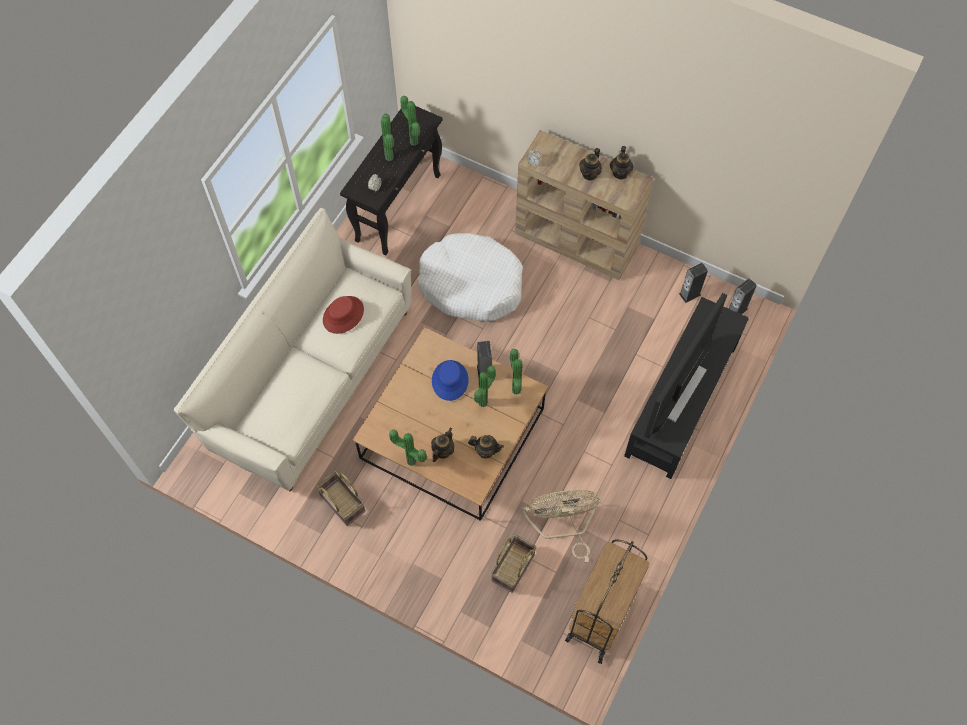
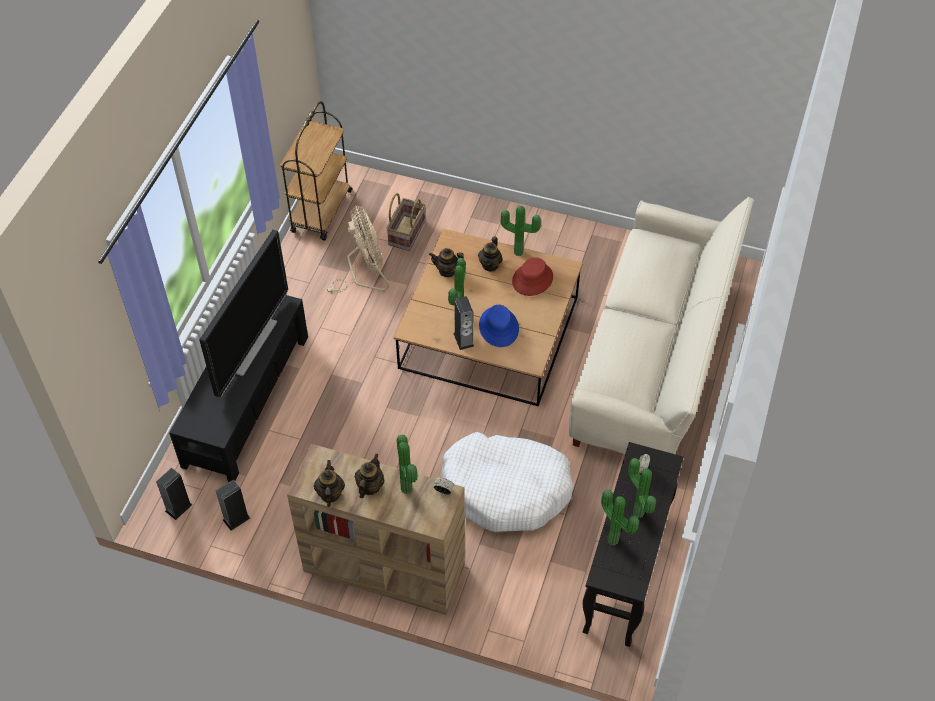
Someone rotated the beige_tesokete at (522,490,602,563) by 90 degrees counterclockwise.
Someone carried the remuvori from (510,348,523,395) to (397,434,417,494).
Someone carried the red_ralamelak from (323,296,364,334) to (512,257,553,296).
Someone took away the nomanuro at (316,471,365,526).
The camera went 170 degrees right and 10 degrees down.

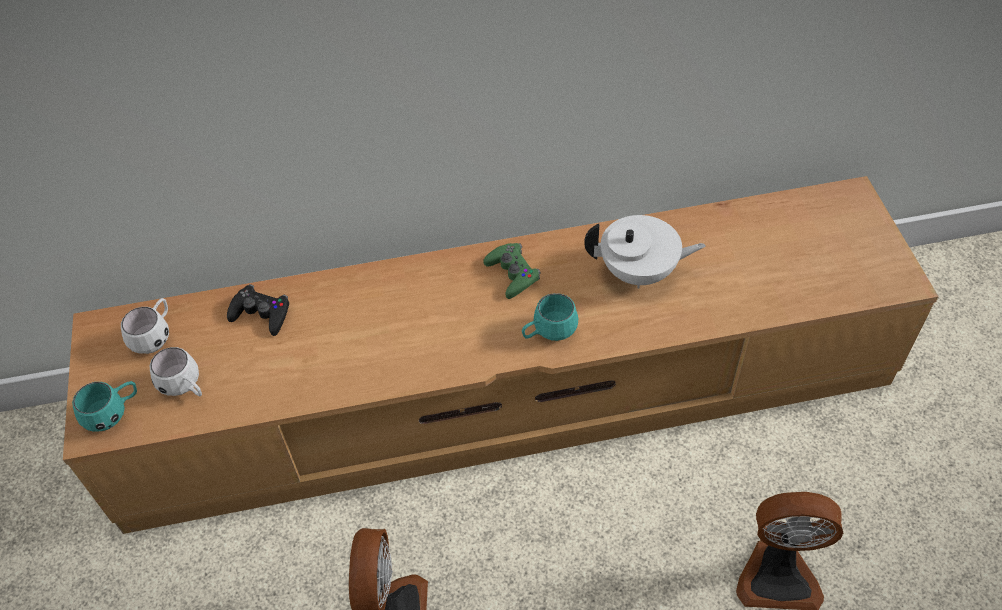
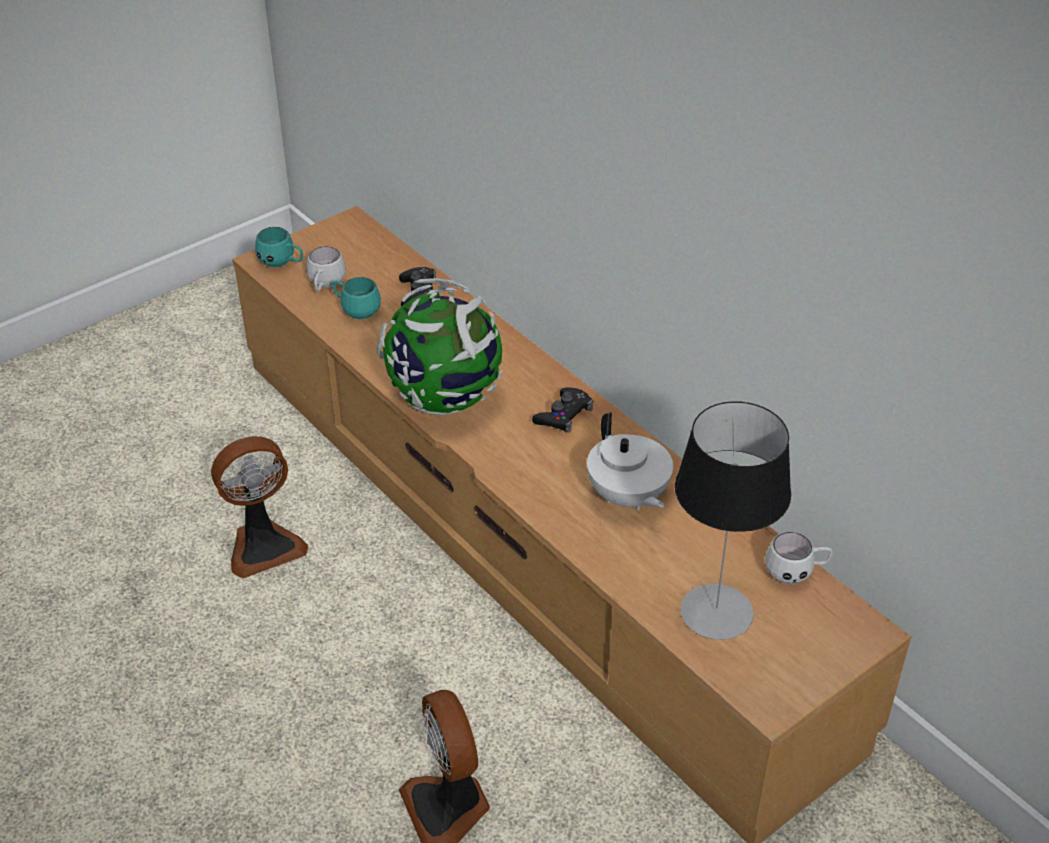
Someone carried the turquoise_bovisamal from (522,293,578,341) to (332,277,381,319).
Someone put down the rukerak at (377,278,503,415).
Someone repainted the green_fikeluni at (483,243,540,299), which became the black_fikeluni at (532,388,593,433).
Someone put down the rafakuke at (675,401,791,640).
Someone carried the white_bovisamal from (121,298,169,354) to (765,532,833,584).
The camera went 60 degrees right and 10 degrees down.

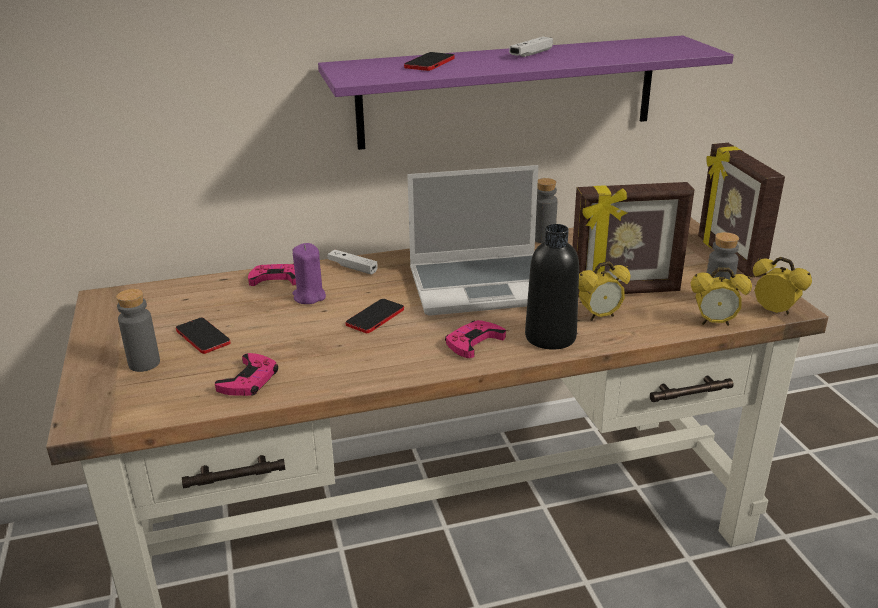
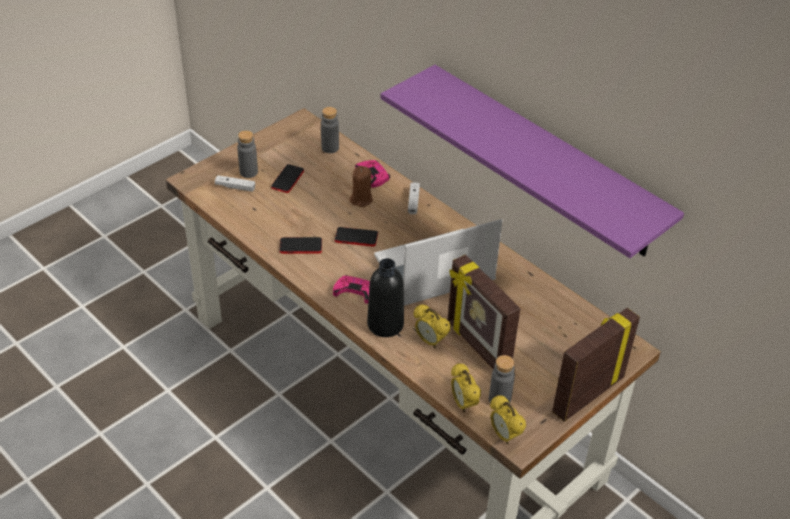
Someone carried the white_fikeluni from (509,37,553,57) to (215,175,255,192).
Someone carried the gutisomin from (404,52,455,71) to (279,237,322,254).
Someone carried the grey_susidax from (535,178,558,243) to (321,107,339,153).
Someone repainted the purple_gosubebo at (292,243,326,304), which became the brown_gosubebo at (349,166,373,207).
Someone rotated the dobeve at (407,165,538,316) by 105 degrees clockwise.
Someone rotated the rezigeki at (753,257,812,314) by 135 degrees clockwise.
Someone took away the pink_fikeluni at (215,353,278,396).
The camera went 60 degrees right and 15 degrees up.

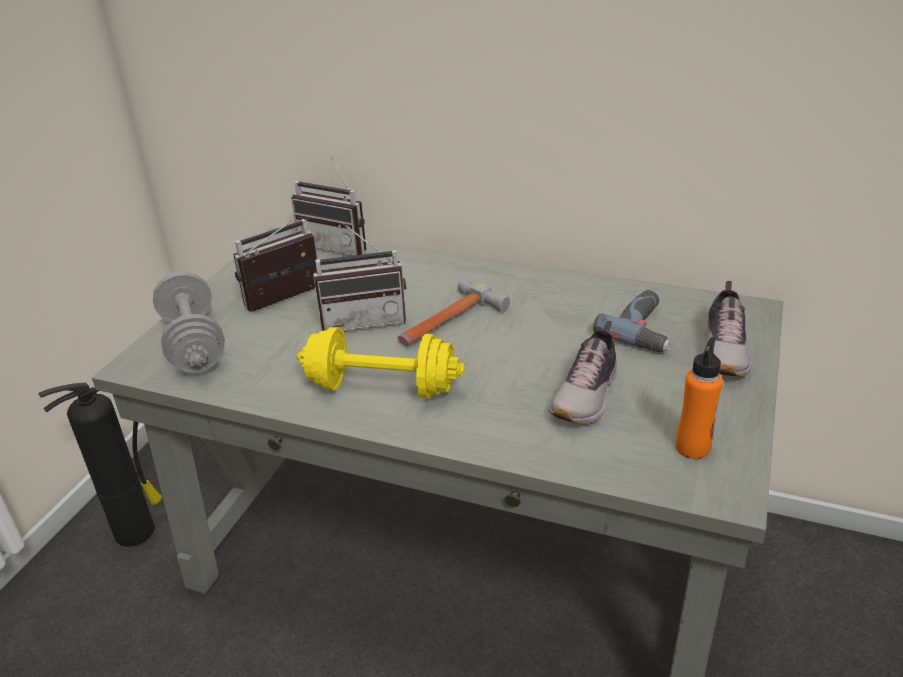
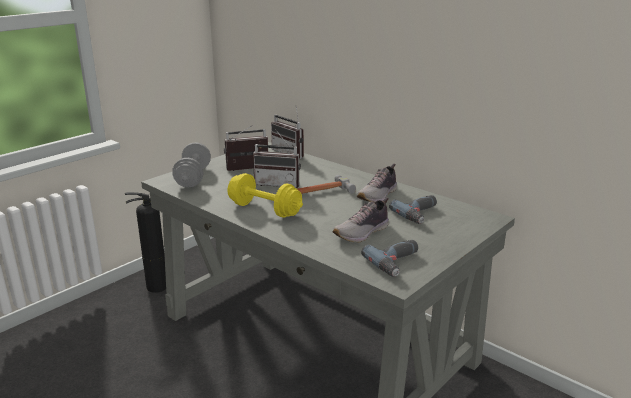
Someone carried the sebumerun from (704,281,752,377) to (357,164,397,203).
Someone swapped the orange_susidax at (676,337,723,459) for the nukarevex at (361,240,418,277).
The camera went 20 degrees right and 10 degrees down.

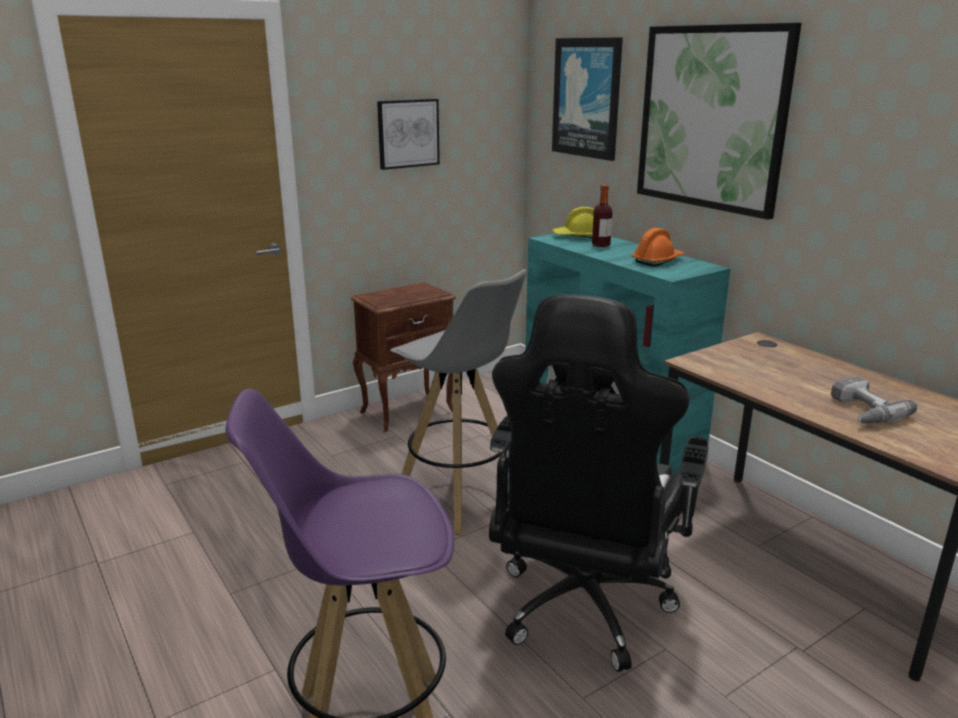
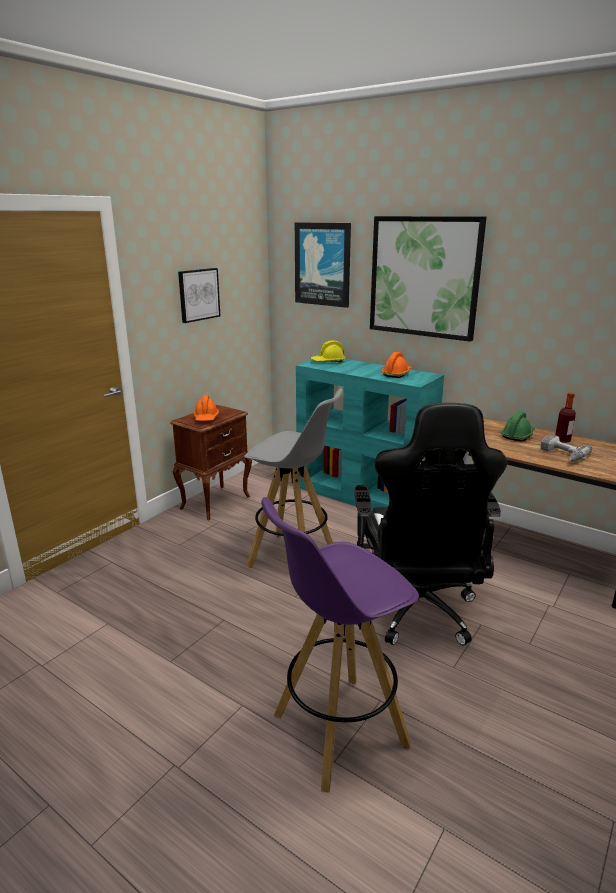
Someone put down the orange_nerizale at (194,395,219,421).
Someone put down the green_nerizale at (501,412,535,441).
Someone carried the susidax from (592,185,612,247) to (555,393,576,443).
The camera went 20 degrees left and 0 degrees up.

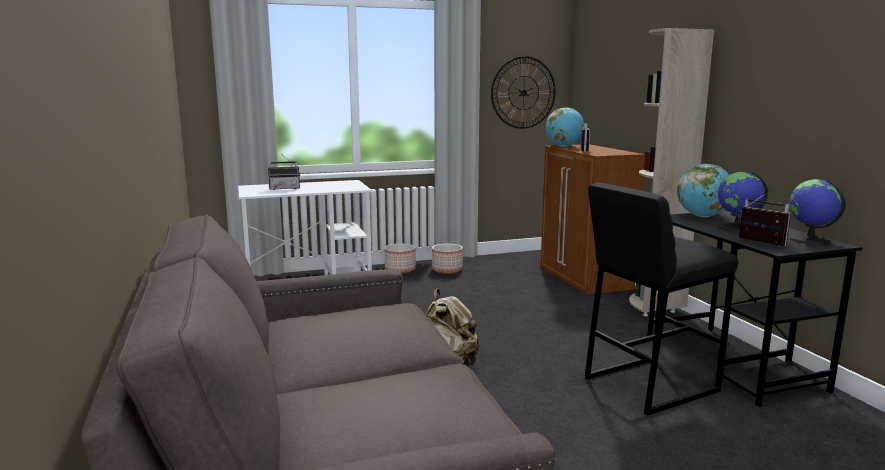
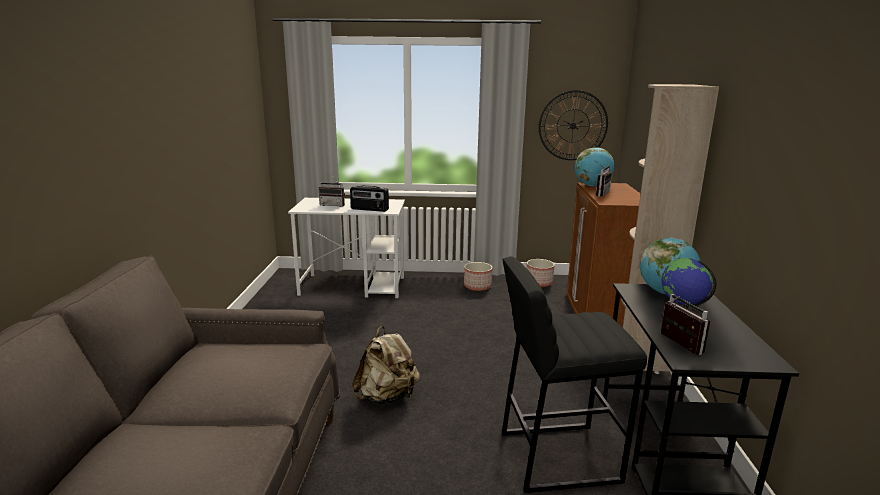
Someone put down the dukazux at (350,185,389,212).
Someone carried the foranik from (385,244,416,274) to (526,259,555,287).
Someone took away the rukerak at (790,179,846,245).
The camera went 20 degrees right and 5 degrees up.

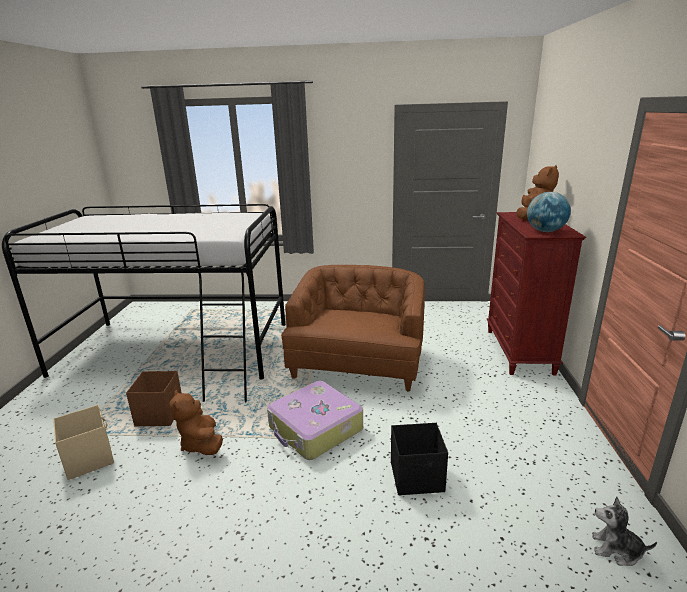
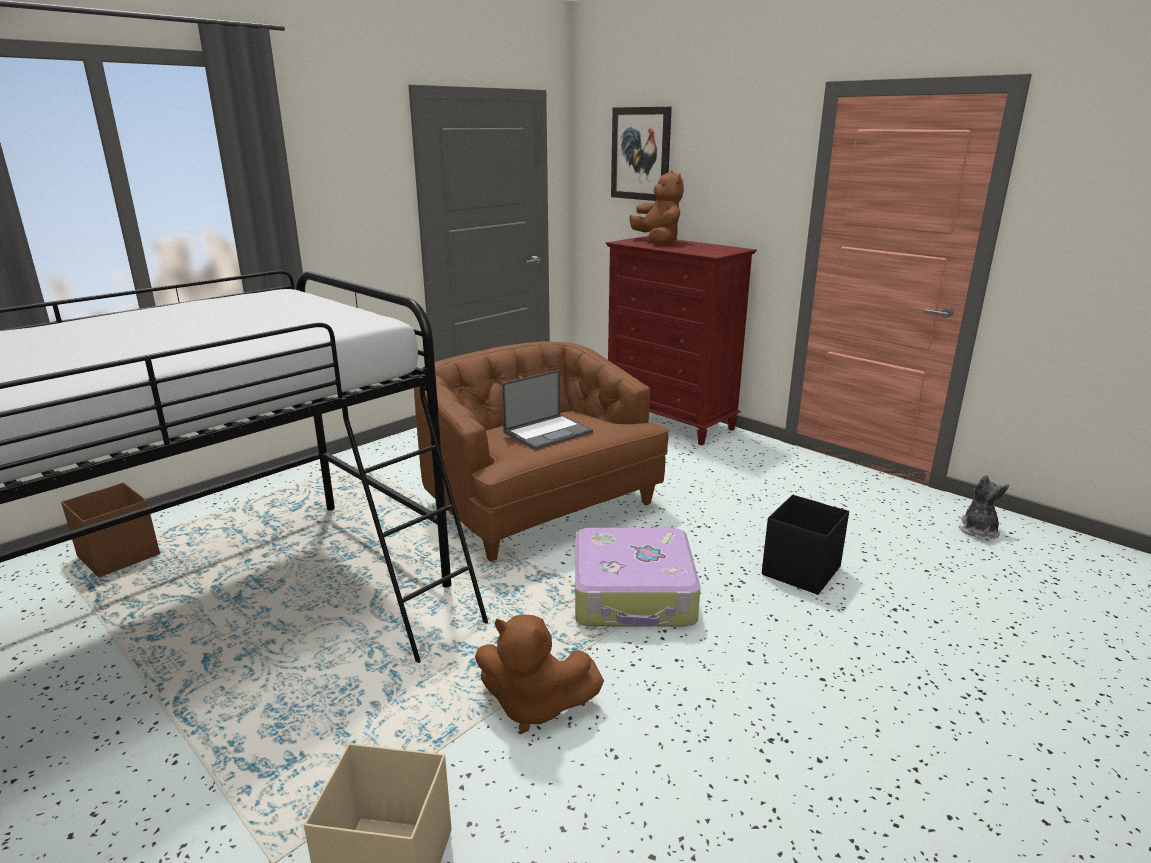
Someone carried the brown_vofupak from (126,371,182,426) to (61,482,160,578).
Someone put down the dobeve at (502,370,593,450).
Someone put up the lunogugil at (611,107,672,201).
Someone rotated the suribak at (592,497,657,566) by 135 degrees clockwise.
Someone took away the rukerak at (527,192,571,232).
The camera went 50 degrees left and 0 degrees up.

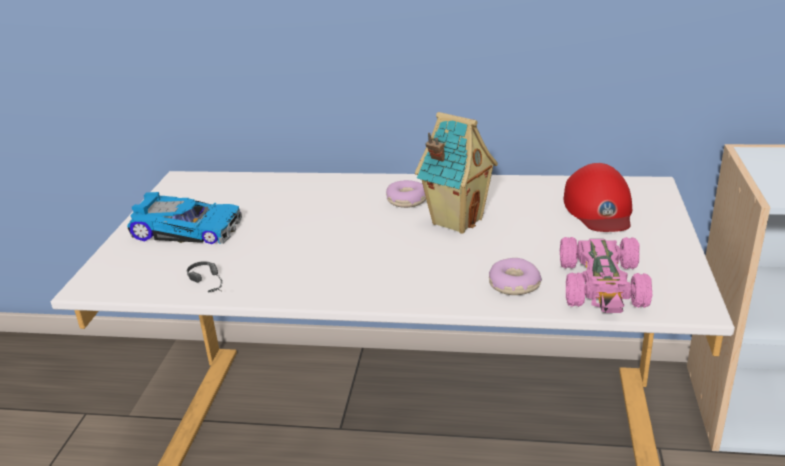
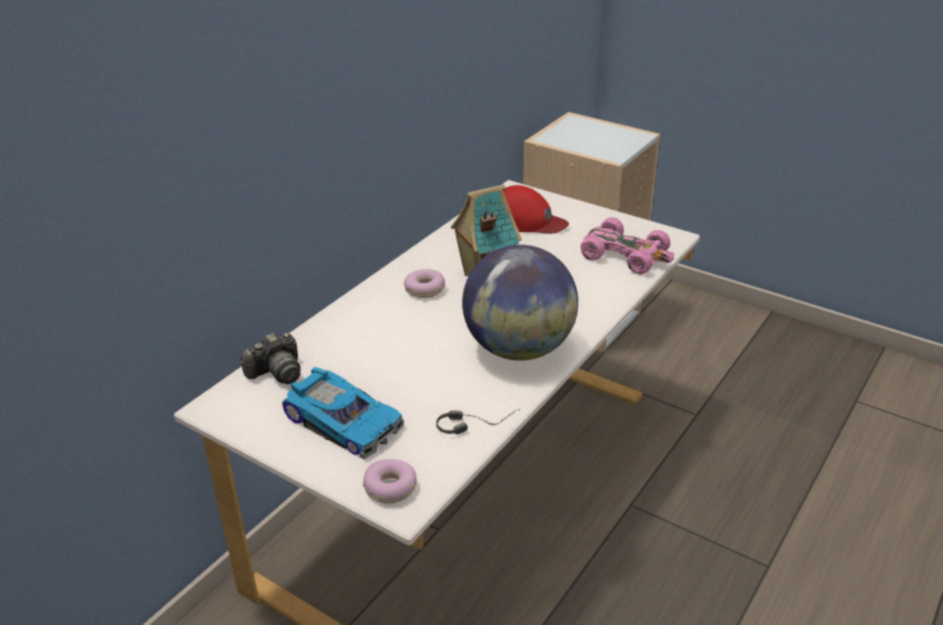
Someone put down the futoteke at (241,333,301,384).
Someone rotated the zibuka at (127,192,242,244) by 90 degrees clockwise.
Someone carried the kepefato from (489,258,542,295) to (363,459,417,503).
Someone put down the rukerak at (462,245,578,361).
The camera went 65 degrees left and 5 degrees up.

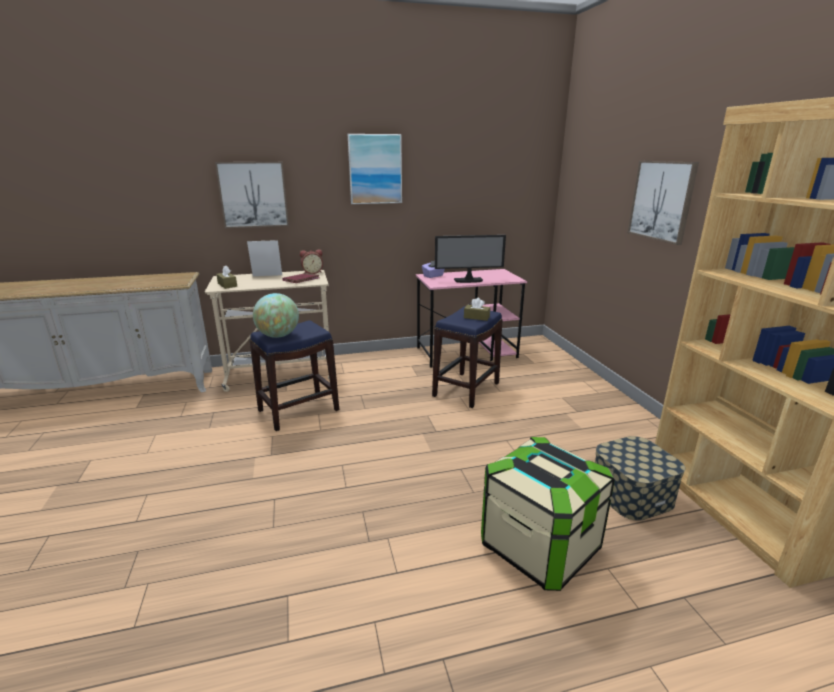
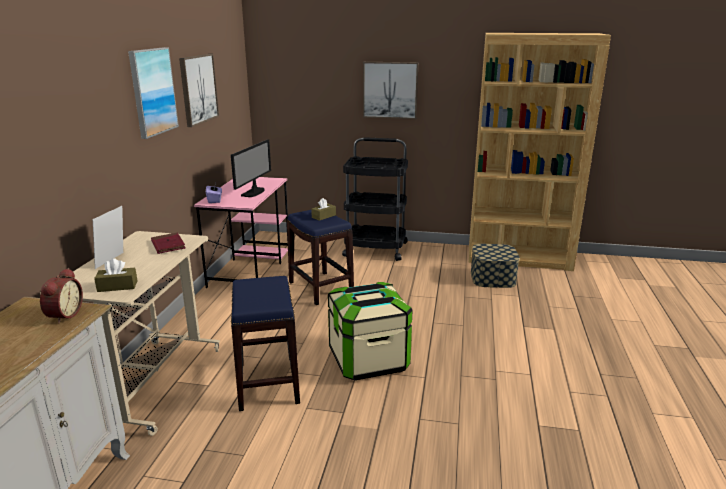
Someone carried the rezigeki from (300,249,323,274) to (40,268,83,324).
Someone carried the lunogugil from (215,162,289,228) to (179,54,219,127).
Someone carried the vofupak from (481,437,615,591) to (328,282,412,381).
Someone put down the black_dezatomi at (342,137,408,261).
Someone took away the rukerak at (253,293,299,338).
The camera went 65 degrees left and 0 degrees up.

